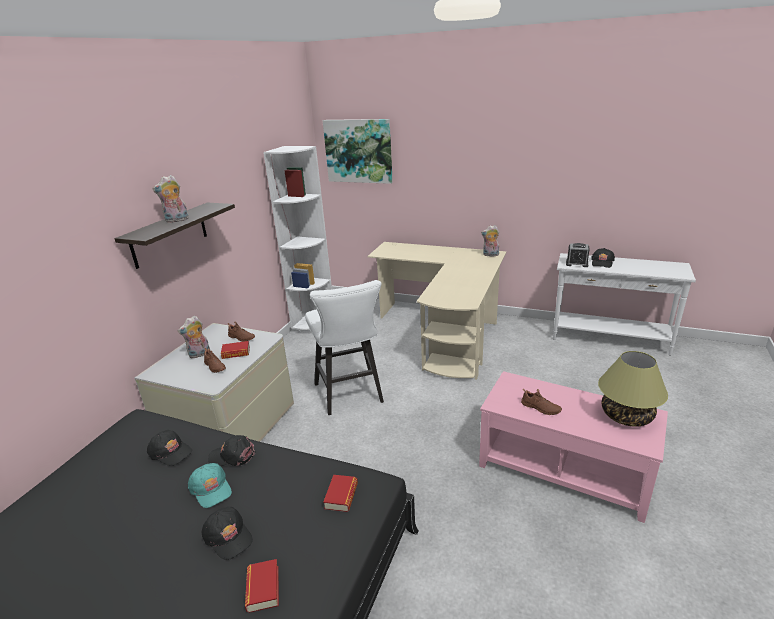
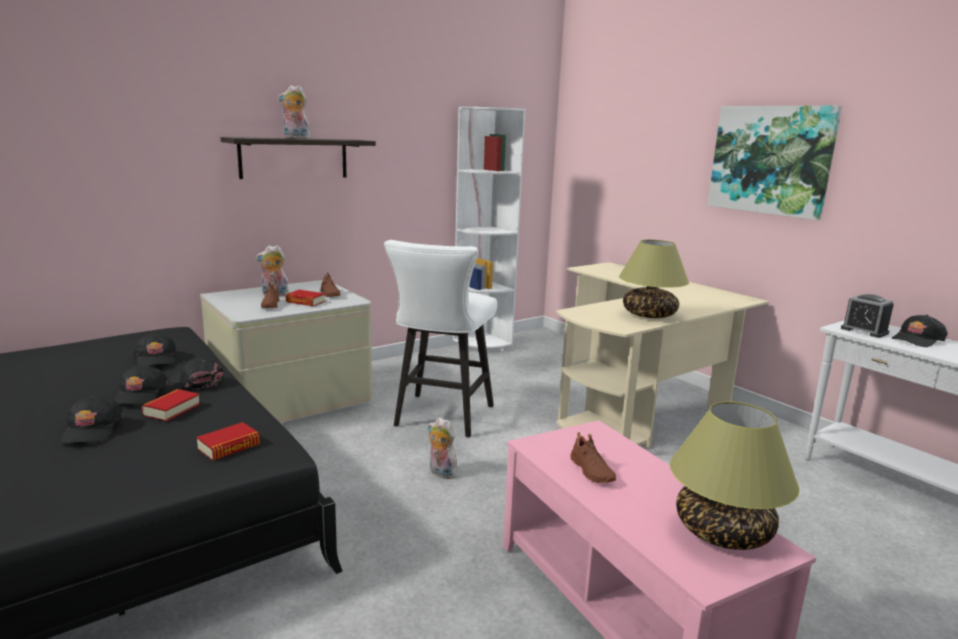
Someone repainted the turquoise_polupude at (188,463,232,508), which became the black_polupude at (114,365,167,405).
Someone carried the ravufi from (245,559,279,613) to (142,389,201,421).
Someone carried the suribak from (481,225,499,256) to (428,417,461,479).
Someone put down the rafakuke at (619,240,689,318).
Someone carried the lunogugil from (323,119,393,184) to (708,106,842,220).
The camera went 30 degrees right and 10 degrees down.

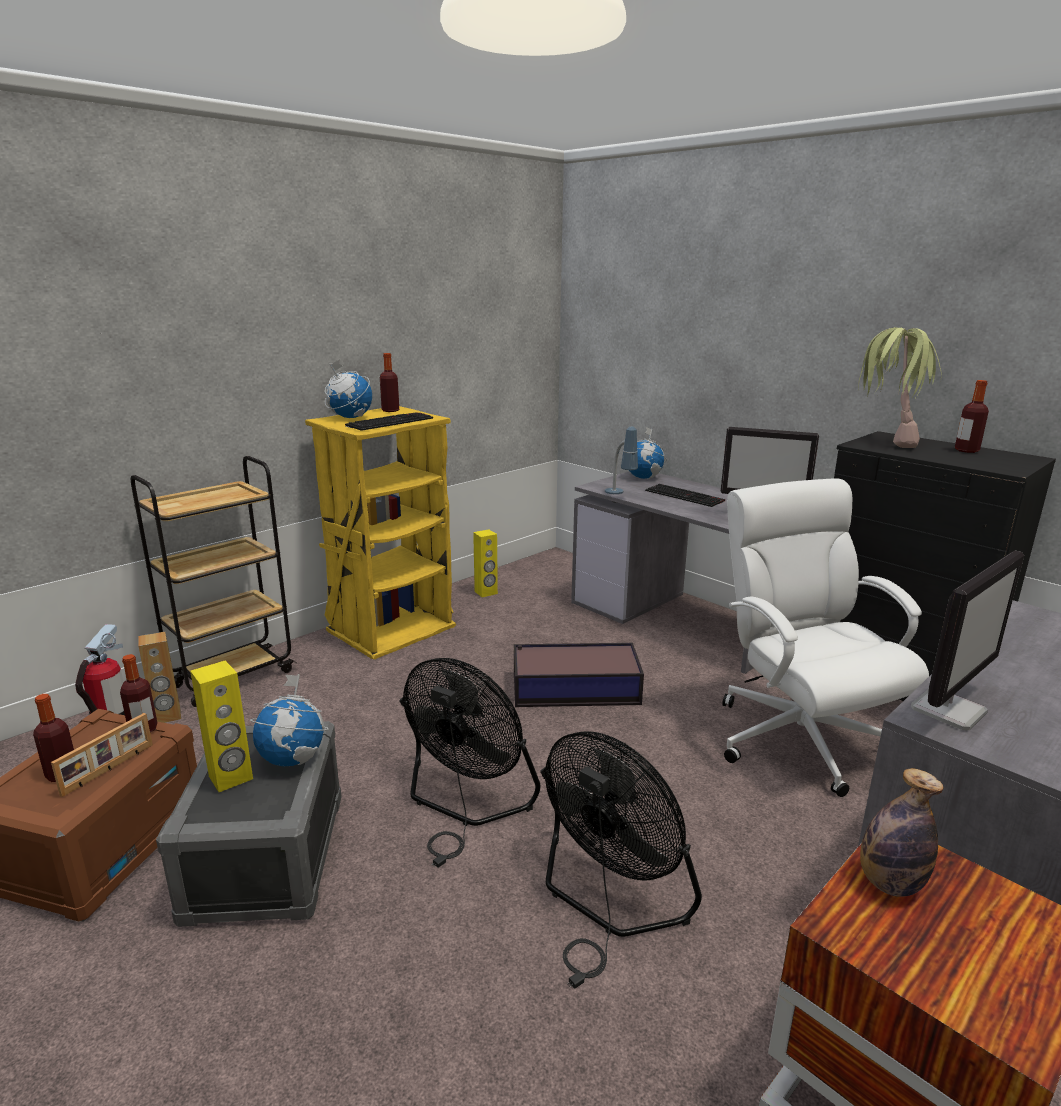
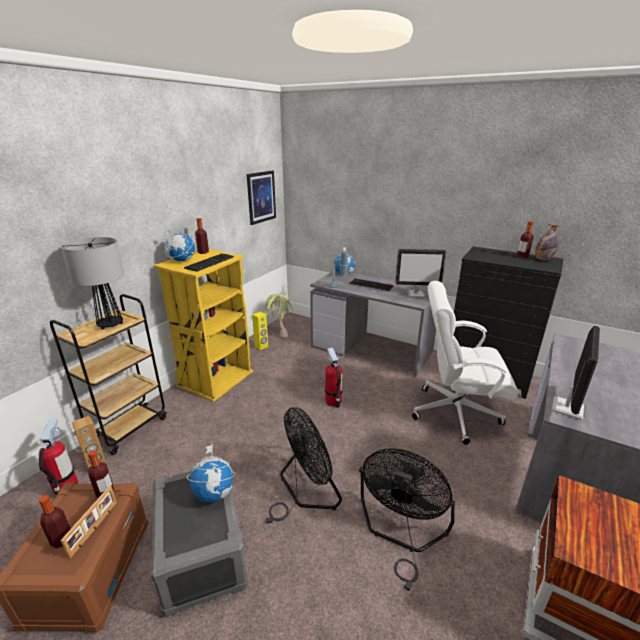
Someone put down the rafakuke at (61,237,124,329).
Someone put up the lunogugil at (247,171,276,225).
Someone rotated the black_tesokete at (399,658,540,868) by 45 degrees clockwise.
Someone carried the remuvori from (858,327,942,448) to (265,294,293,338).
Someone swapped the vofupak at (514,643,644,707) for the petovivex at (325,348,345,408).
Someone rotated the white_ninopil at (722,478,929,797) by 45 degrees counterclockwise.
Someone carried the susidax from (860,768,944,897) to (535,224,560,261).
Someone took away the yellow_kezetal at (190,661,253,792).
The camera went 15 degrees left and 5 degrees up.

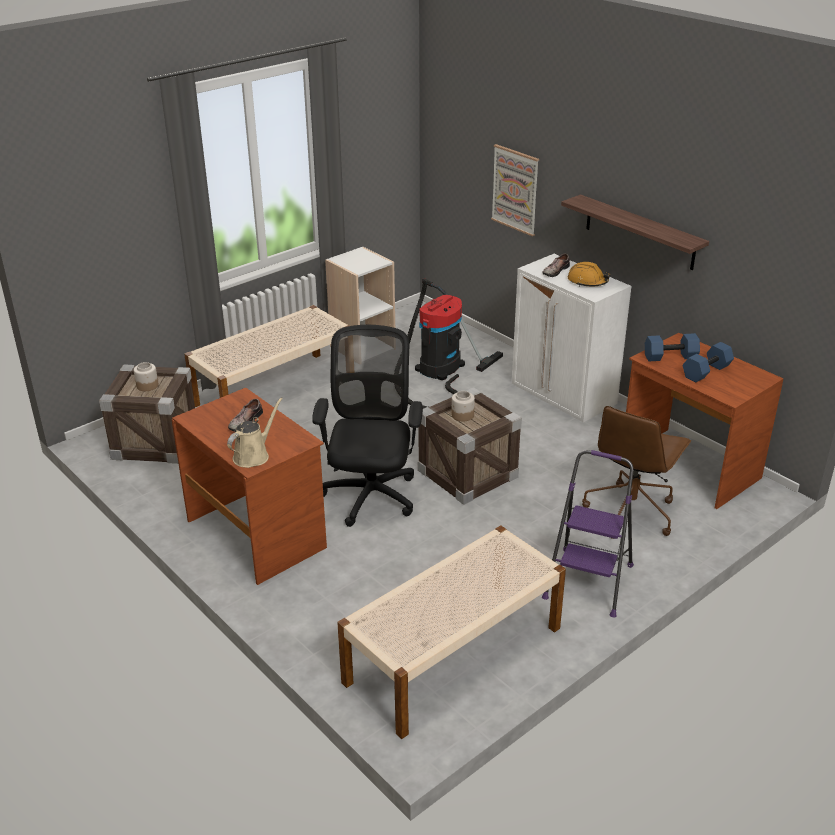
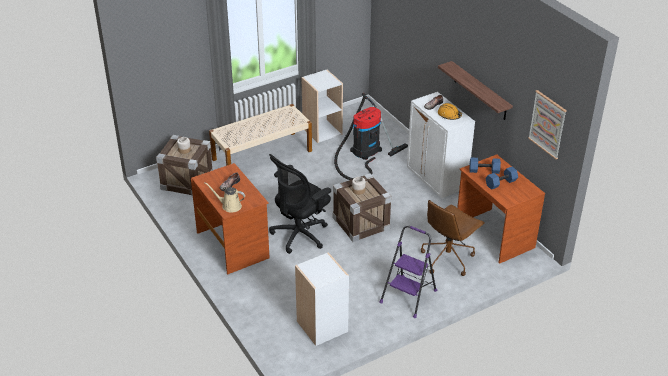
Someone rotated the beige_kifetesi at (227,397,283,468) by 120 degrees counterclockwise.
Someone rotated the black_ninopil at (312,325,423,527) by 150 degrees counterclockwise.
Someone swapped the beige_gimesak at (337,525,566,739) for the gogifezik at (295,252,349,346).
Someone carried the lunogugil from (491,144,539,236) to (528,90,567,159).
The camera went 10 degrees right and 5 degrees up.

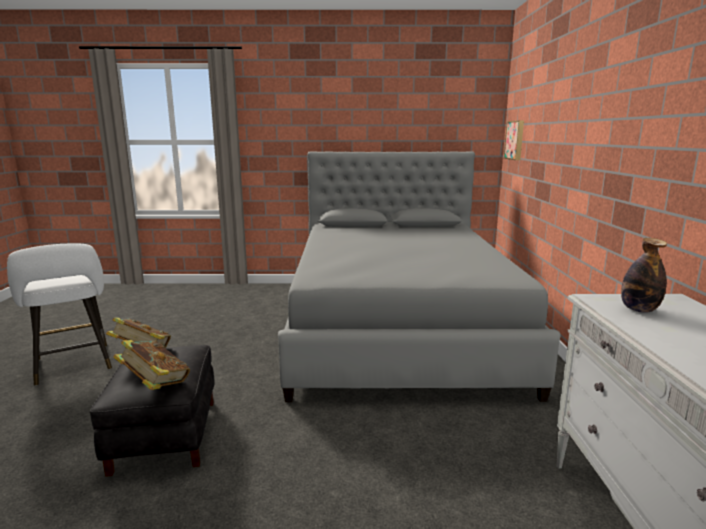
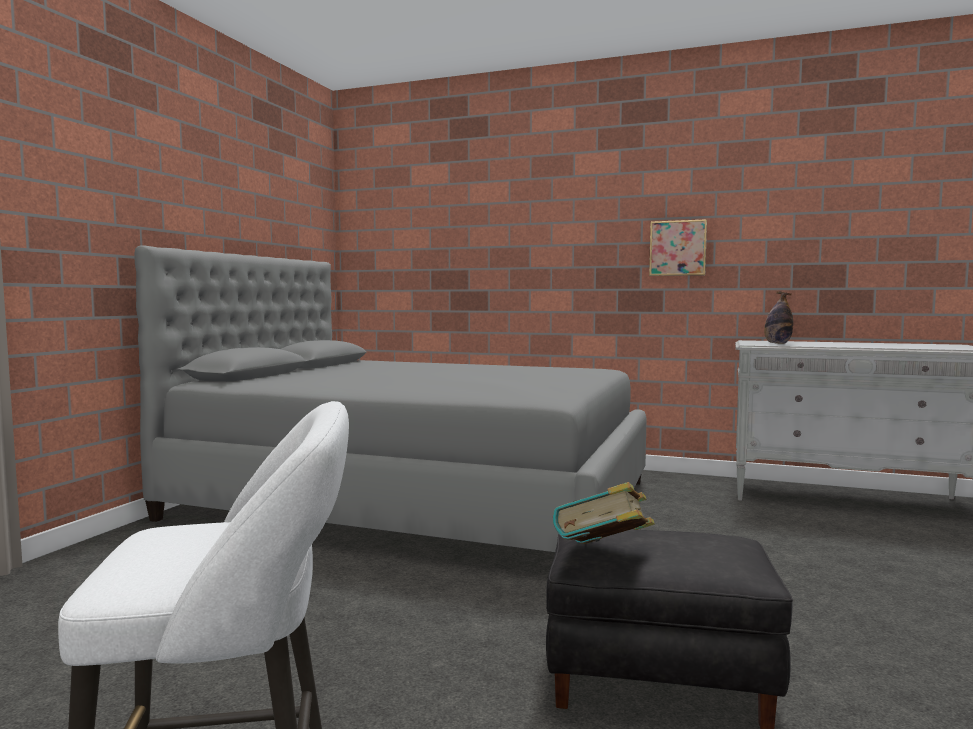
Someone carried the lunogugil from (504,120,524,160) to (649,219,707,276).
Someone took away the ravufi at (113,340,190,390).
The camera went 70 degrees left and 10 degrees down.

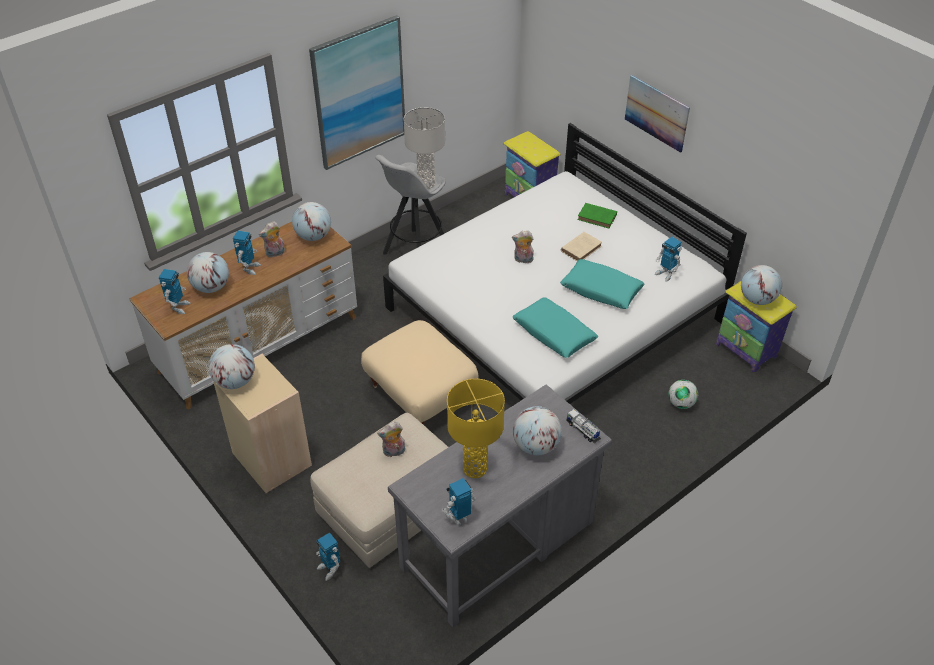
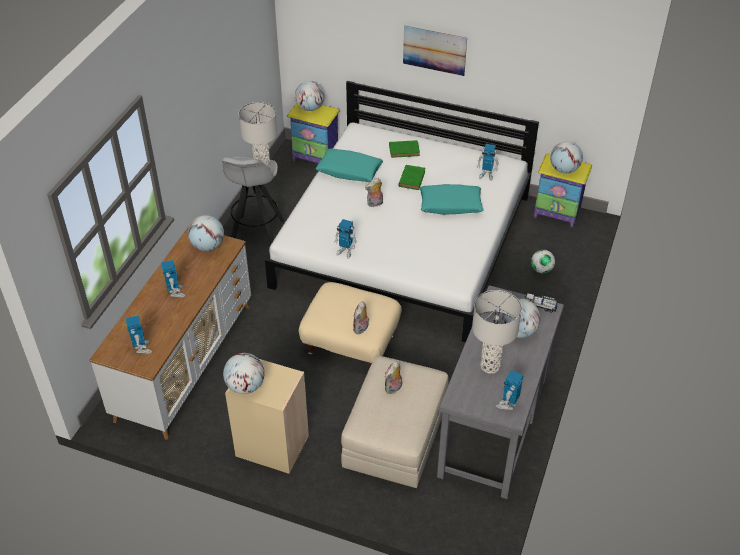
Someone carried the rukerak from (187,252,229,293) to (295,81,324,111).
Someone carried the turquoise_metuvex from (513,297,598,358) to (316,148,383,182).
Someone carried the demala from (316,532,340,581) to (334,219,357,259).
Someone carried the suribak from (259,221,285,258) to (353,301,369,334).
Someone repainted the beige_ravufi at (561,232,602,261), which became the green_ravufi at (398,165,425,190).
Someone repainted the yellow_rafakuke at (447,379,505,478), which became the white_rafakuke at (472,290,522,374).
Someone took away the lunogugil at (309,15,405,170).
The camera went 30 degrees left and 0 degrees up.

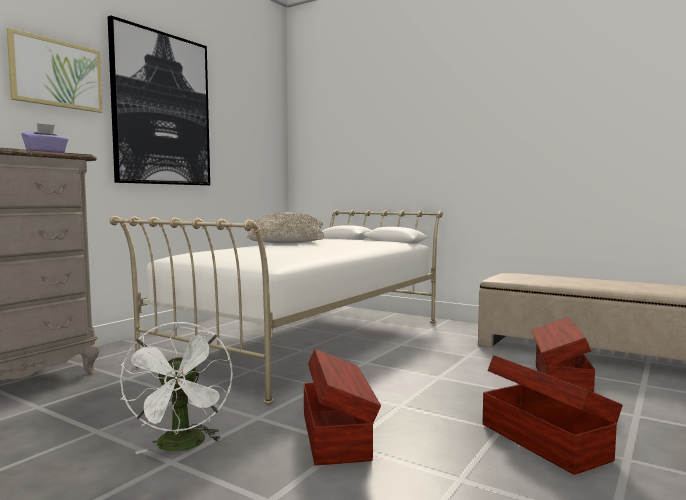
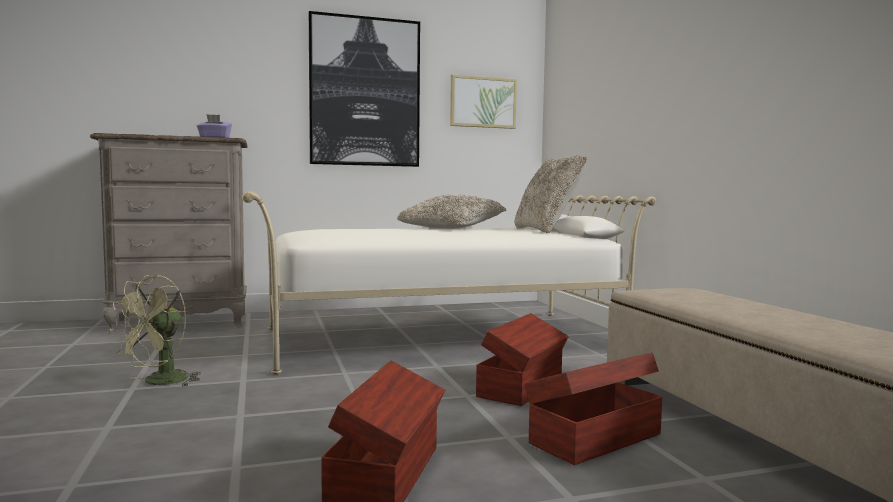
Someone repainted the white_tesokete at (120,321,233,454), which became the green_tesokete at (110,275,201,386).
Someone carried the lunogugil from (7,28,103,113) to (450,75,517,129).
Someone carried the brown_vofupak from (304,349,381,465) to (476,313,569,406).
Someone put down the beige_metuvex at (514,155,587,233).
The camera went 40 degrees right and 0 degrees up.

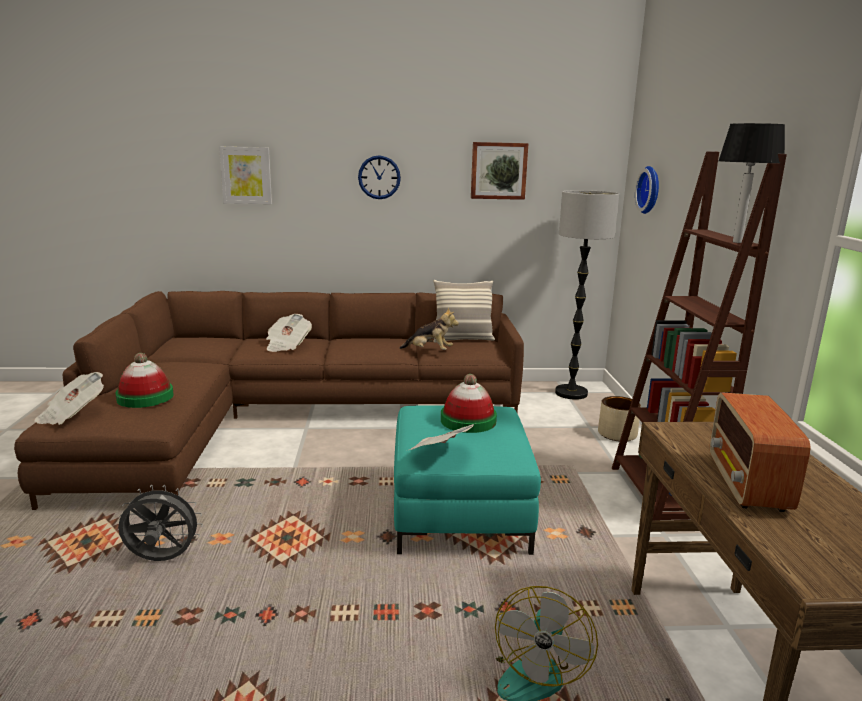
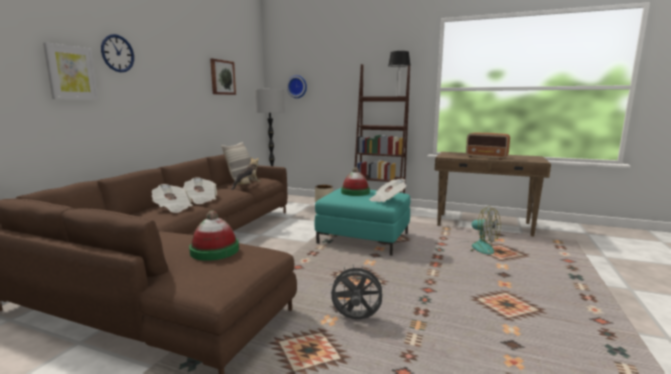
Someone carried the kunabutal from (358,155,401,199) to (101,34,134,72).
Someone carried the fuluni from (34,372,104,425) to (183,177,217,204).
Someone rotated the grey_tesokete at (118,485,203,561) by 75 degrees clockwise.
The camera went 65 degrees left and 5 degrees down.

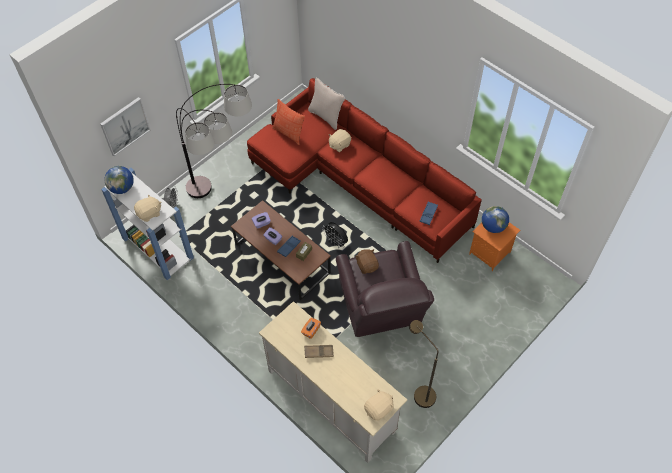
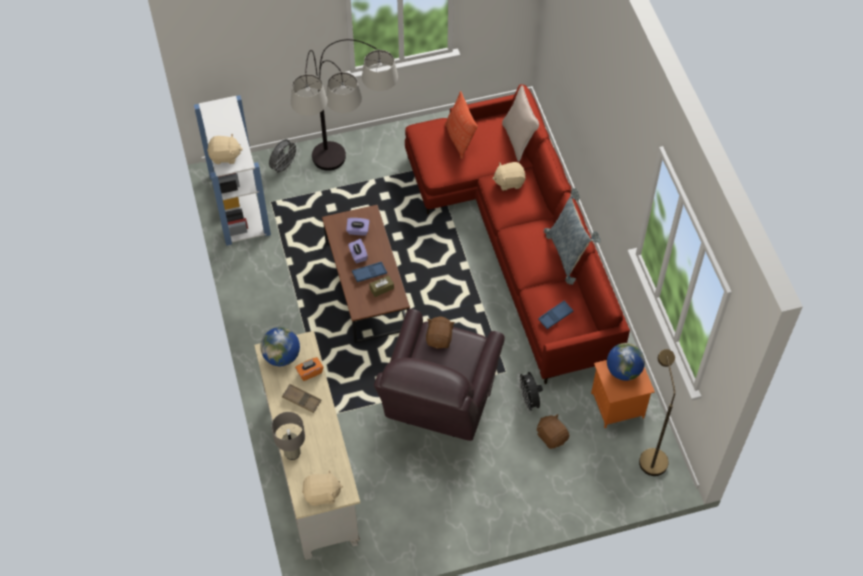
Someone carried the rukerak from (104,166,134,194) to (260,327,300,366).
Someone put down the grey_rafakuke at (272,412,305,460).
Someone carried the black_tesokete from (322,222,348,248) to (517,371,543,413).
Someone put down the brown_suribak at (536,414,569,449).
Someone put down the metuvex at (544,188,601,285).
Someone carried the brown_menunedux from (409,320,439,408) to (639,349,675,476).
Someone took away the lunogugil at (100,97,150,156).
The camera went 30 degrees right and 0 degrees up.

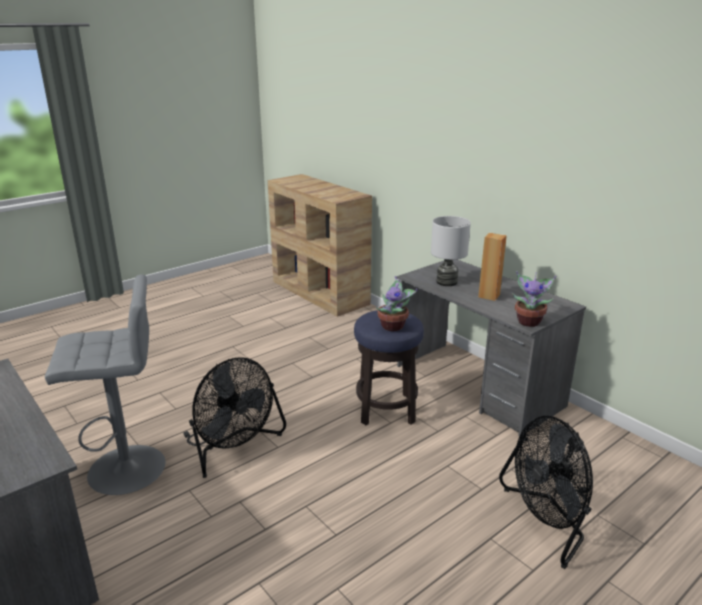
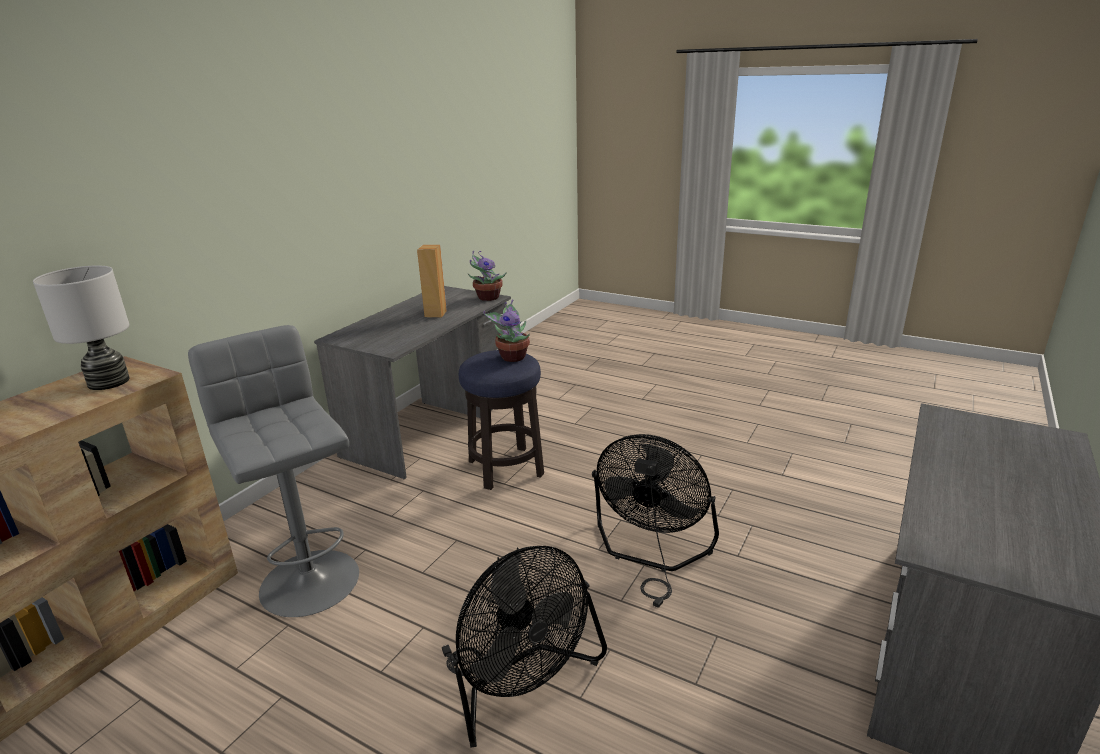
Someone carried the grey_rafakuke from (431,216,471,286) to (33,265,130,390).
Someone carried the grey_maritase from (45,275,165,495) to (188,325,359,617).
Someone carried the black_tesokete from (499,416,593,569) to (442,546,607,748).
The camera went 110 degrees left and 0 degrees up.

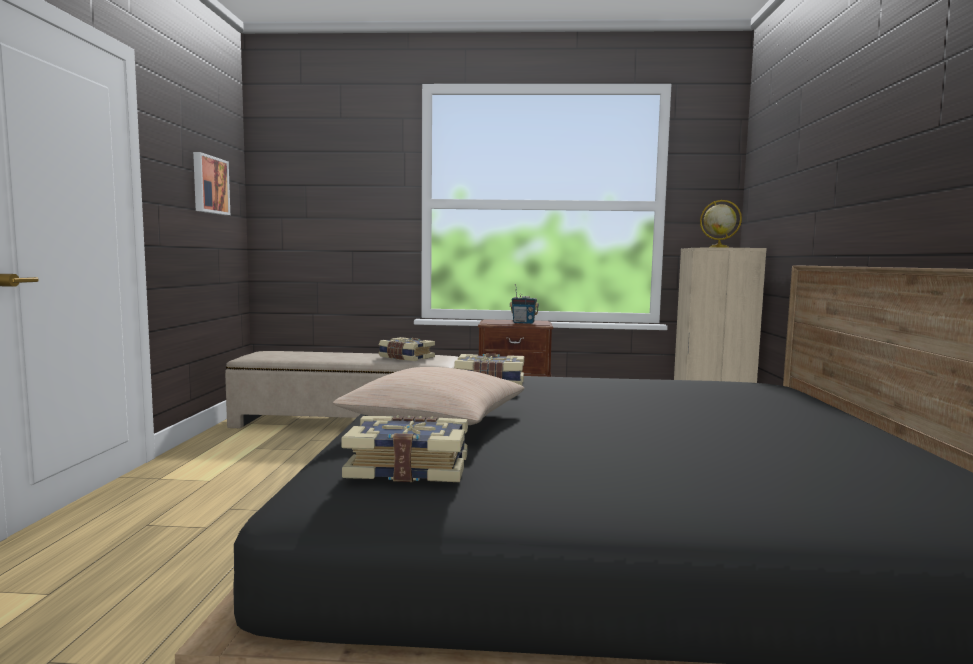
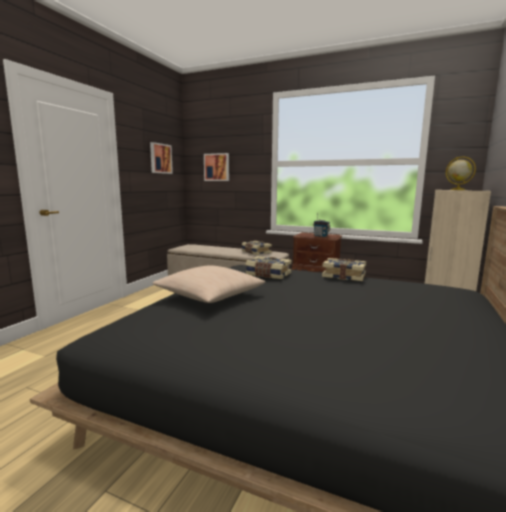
Someone put up the lunogugil at (204,153,229,181).
Someone carried the ravufi from (342,415,468,482) to (322,258,366,281).
The camera went 20 degrees right and 5 degrees up.

